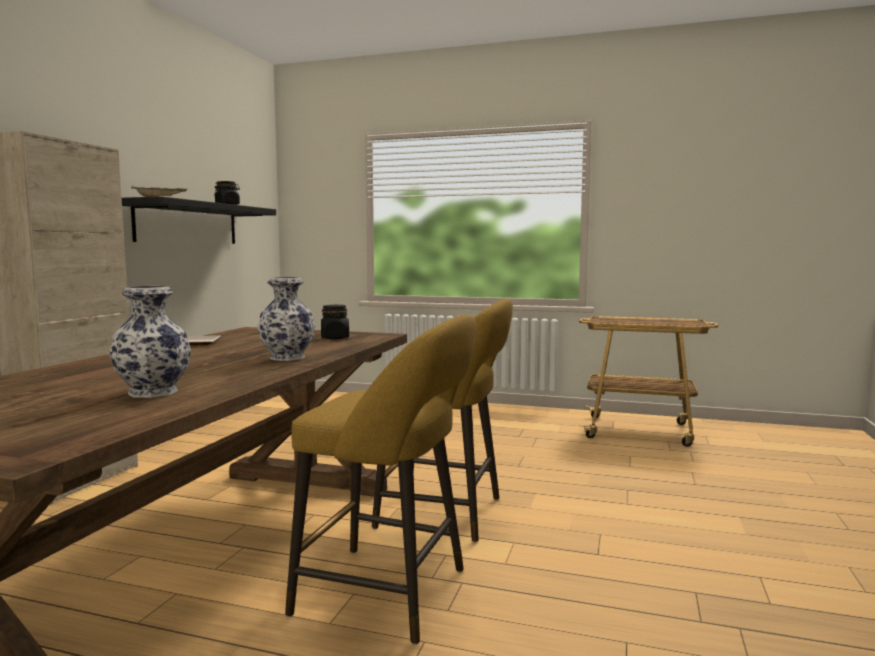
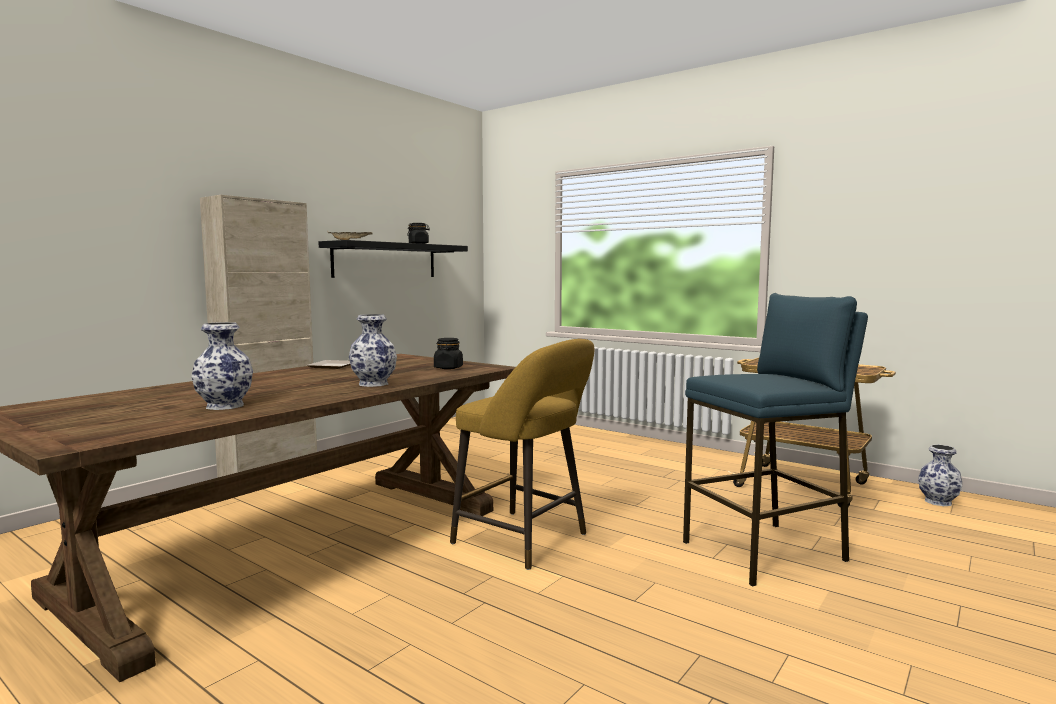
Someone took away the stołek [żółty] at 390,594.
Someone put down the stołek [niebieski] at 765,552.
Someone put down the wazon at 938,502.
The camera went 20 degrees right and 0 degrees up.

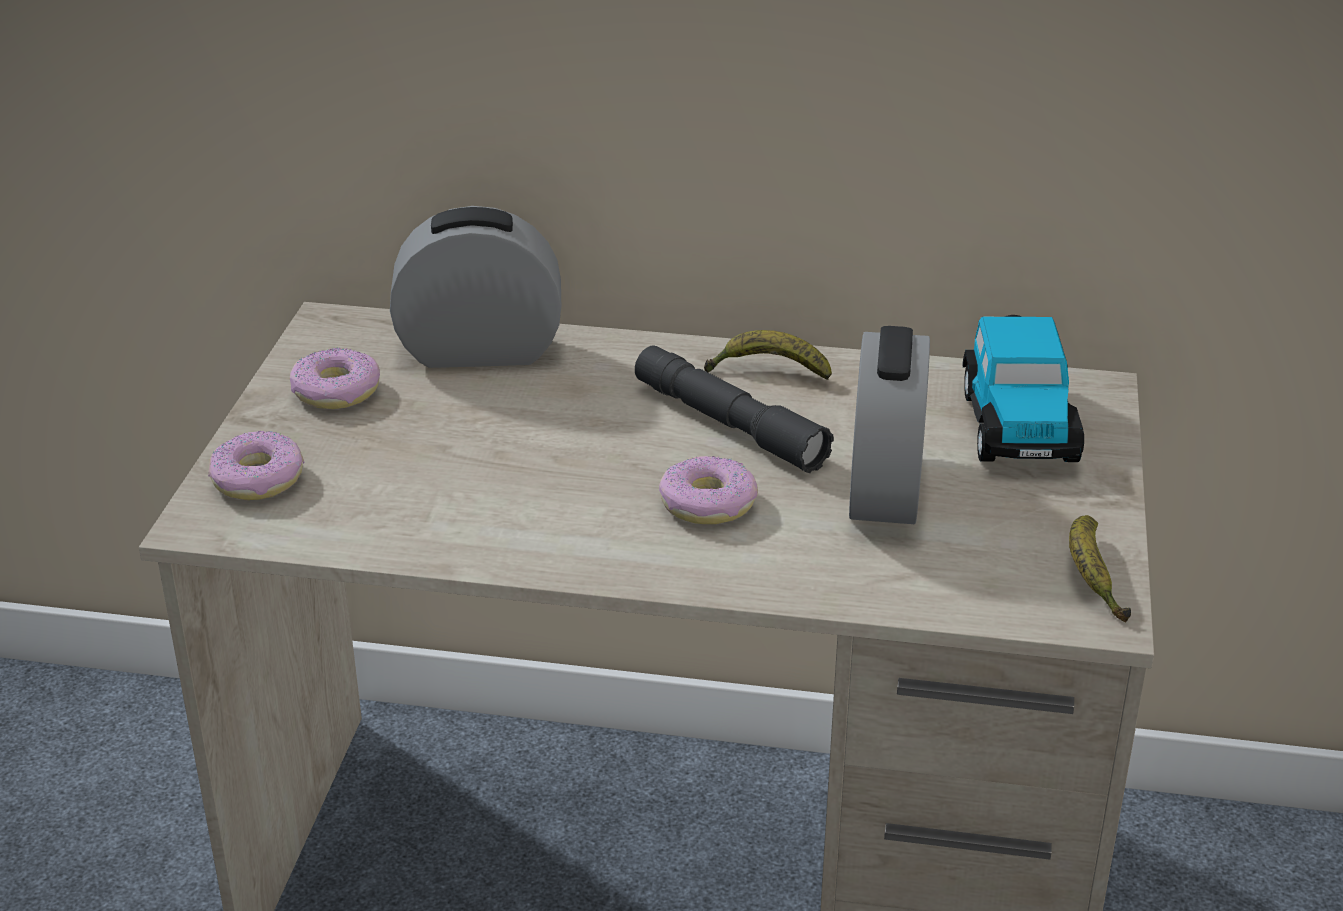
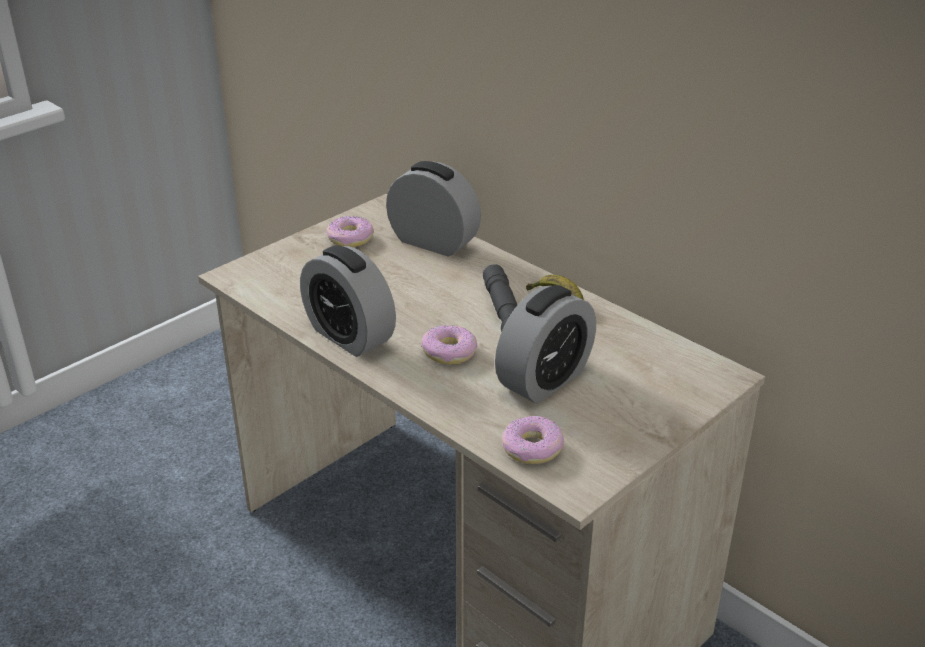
Someone took away the samochodzik at 1018,424.
Someone carried the donut from 258,479 to 532,448.
Someone took away the banan at 1091,578.
Someone put down the budzik at 349,336.
The camera went 35 degrees right and 0 degrees up.

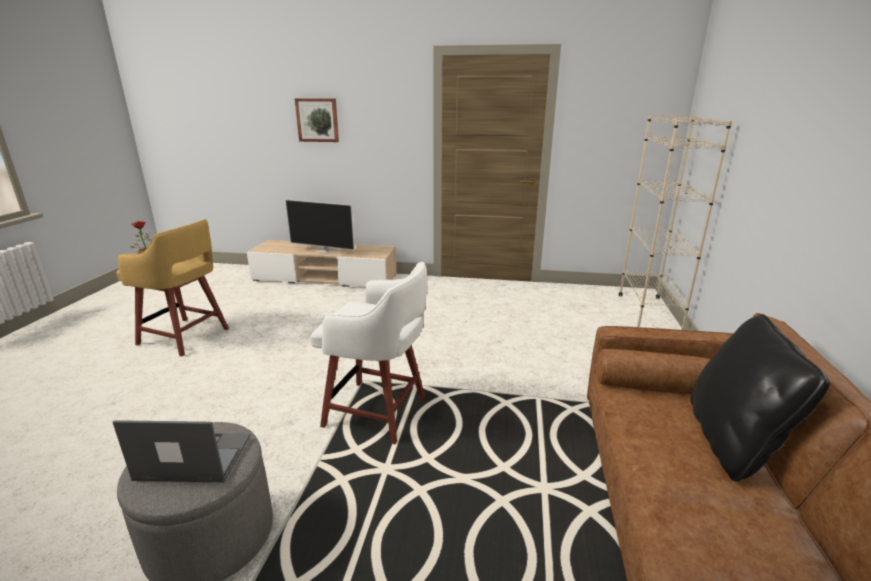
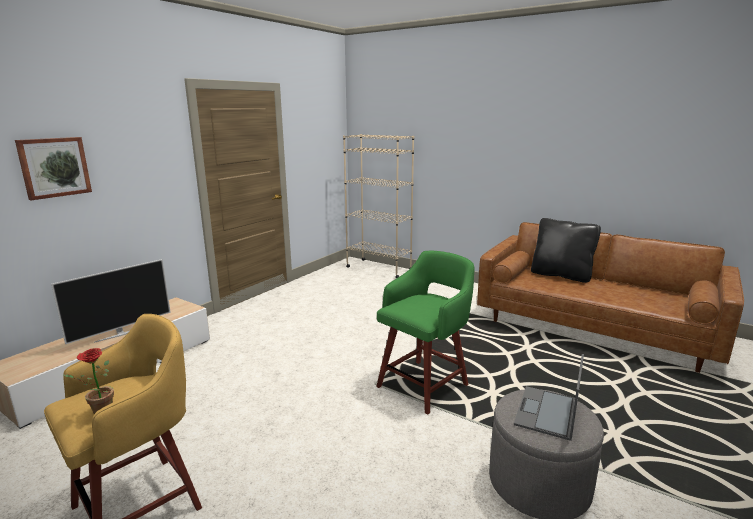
Someone repainted the stołek [biały] at 378,412, which became the stołek [zielony] at 425,385.
The camera went 65 degrees left and 5 degrees down.

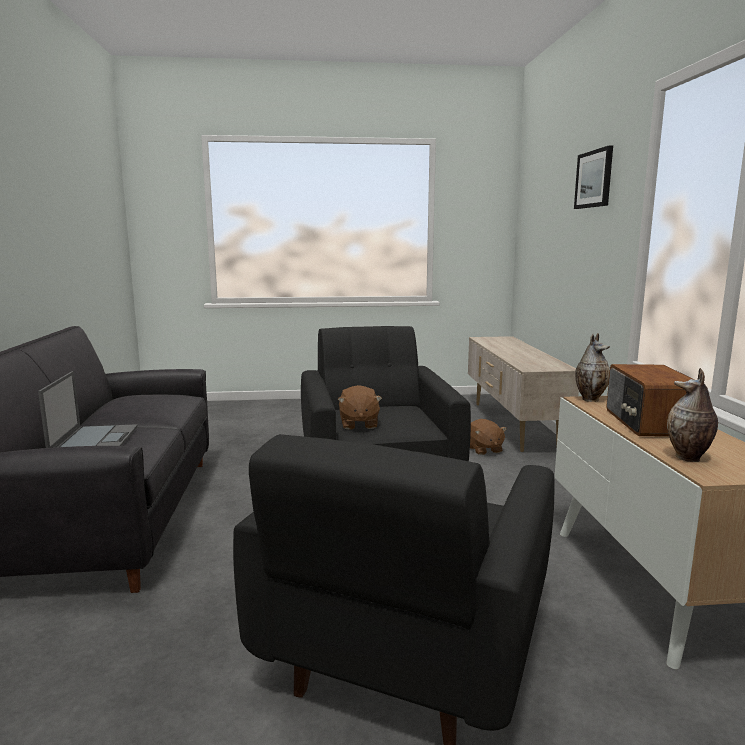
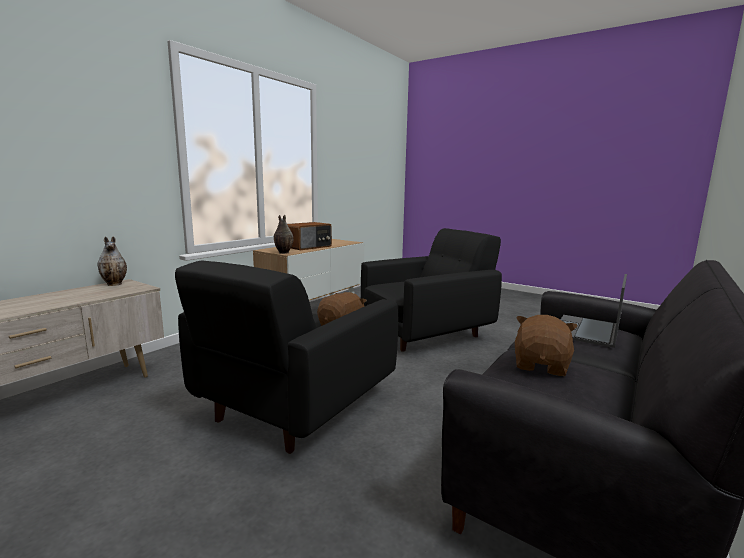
Someone took away the obraz at 594,179.
Someone carried the wazon from 688,458 to 115,284.
Someone carried the pluszak [brązowy] from 484,449 to 541,365.
The camera went 140 degrees left and 0 degrees up.

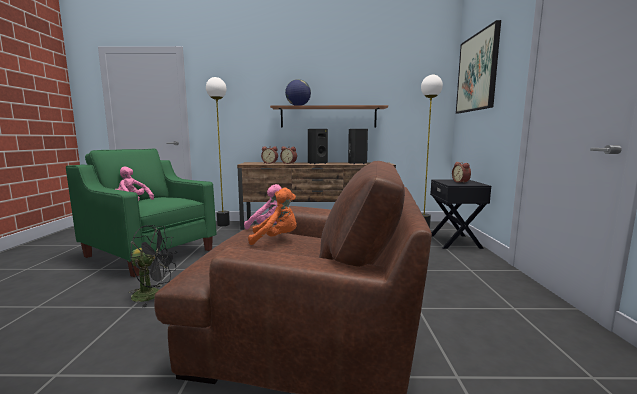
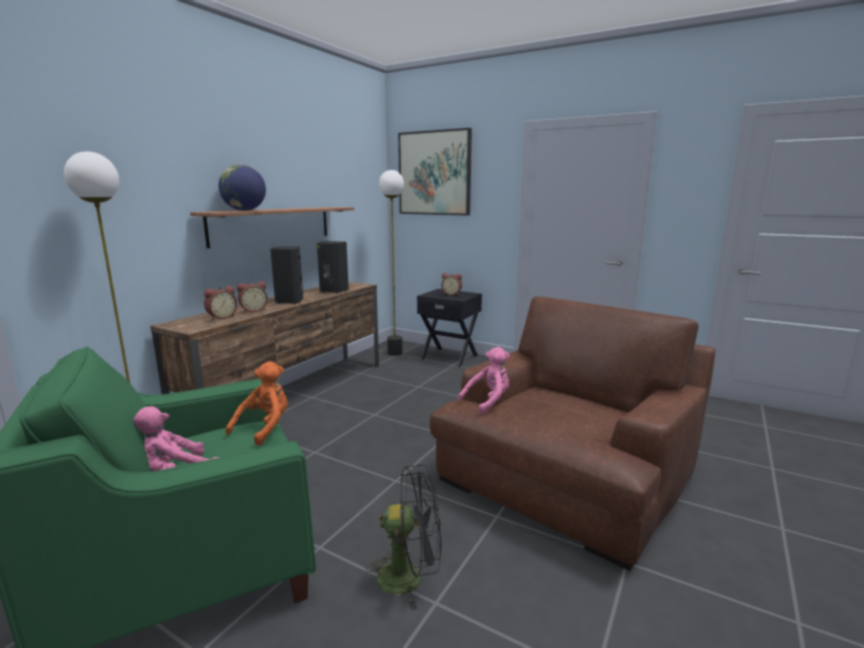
Someone carried the pluszak [pomarańczowy] from 276,239 to 265,427.
Someone rotated the wentylator [czarny] at 153,295 by 60 degrees clockwise.
The camera went 60 degrees left and 5 degrees up.

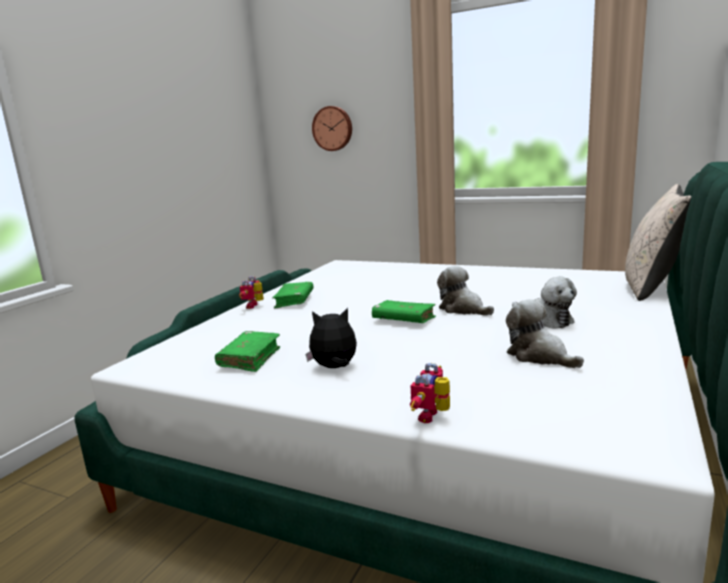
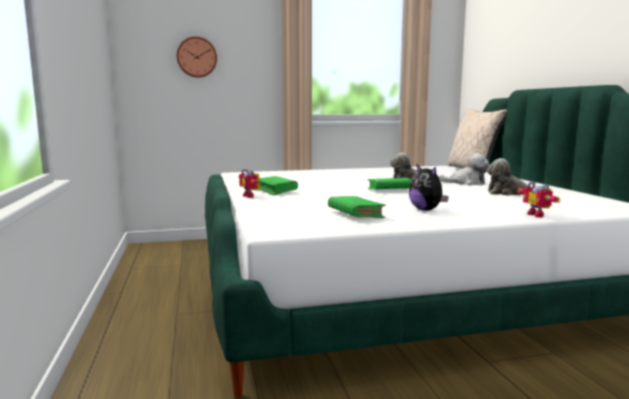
Someone rotated the pluszak at 334,368 by 75 degrees counterclockwise.
The camera went 40 degrees left and 5 degrees down.

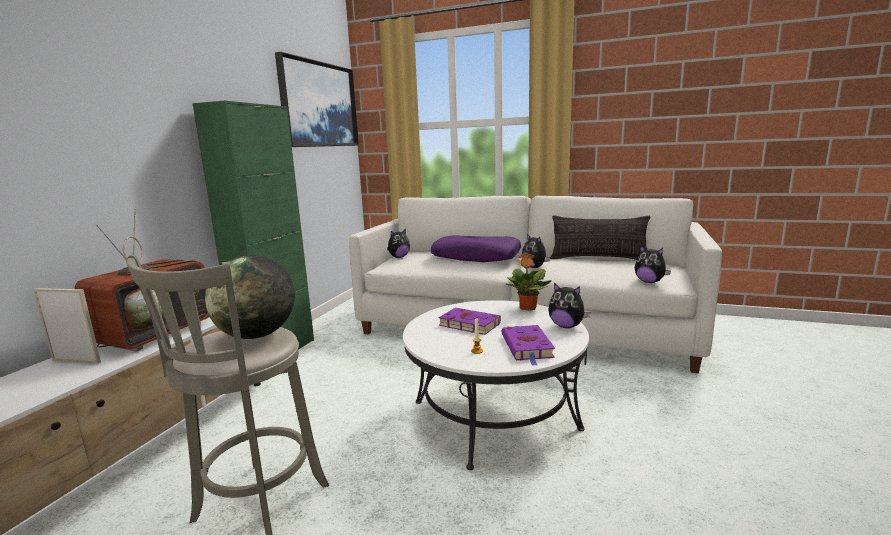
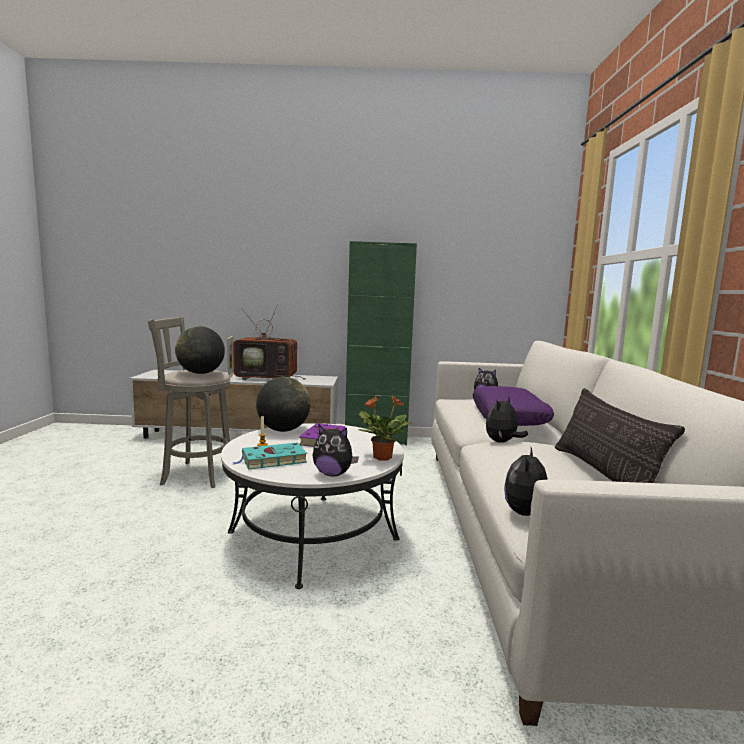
Someone took away the obraz at 319,105.
Someone rotated the pluszak at 566,326 by 90 degrees counterclockwise.
Someone repainted the książka [fioletowy] at 527,347, which became the książka [turkusowy] at 272,460.
Someone put down the globus at 283,430.
The camera went 70 degrees right and 5 degrees down.

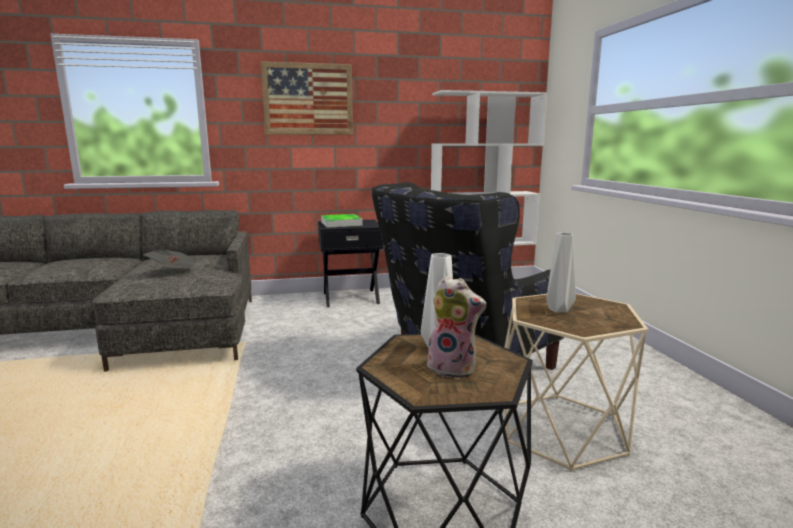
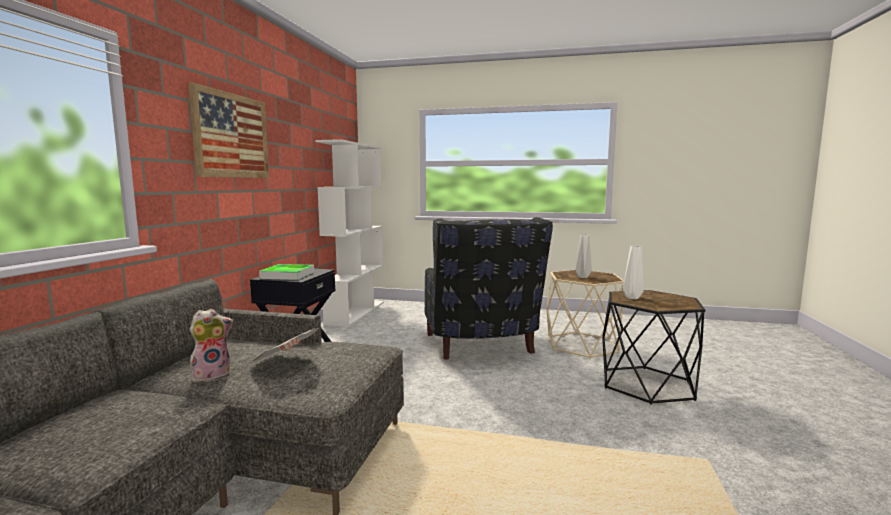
Someone carried the pluszak from 453,368 to 212,375.
The camera went 65 degrees left and 5 degrees down.

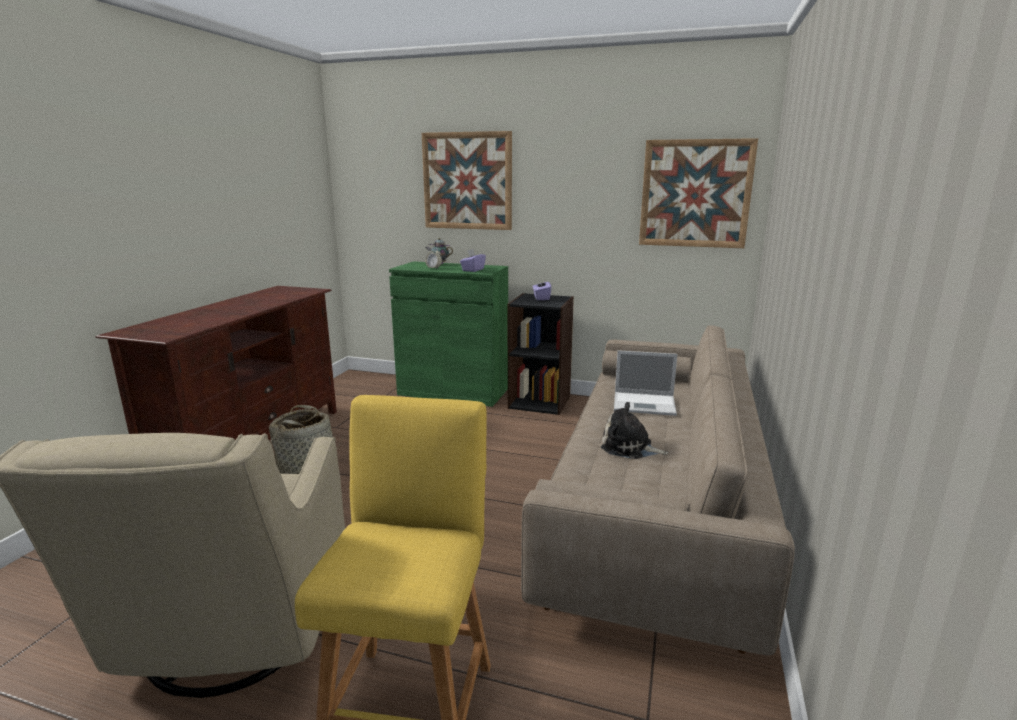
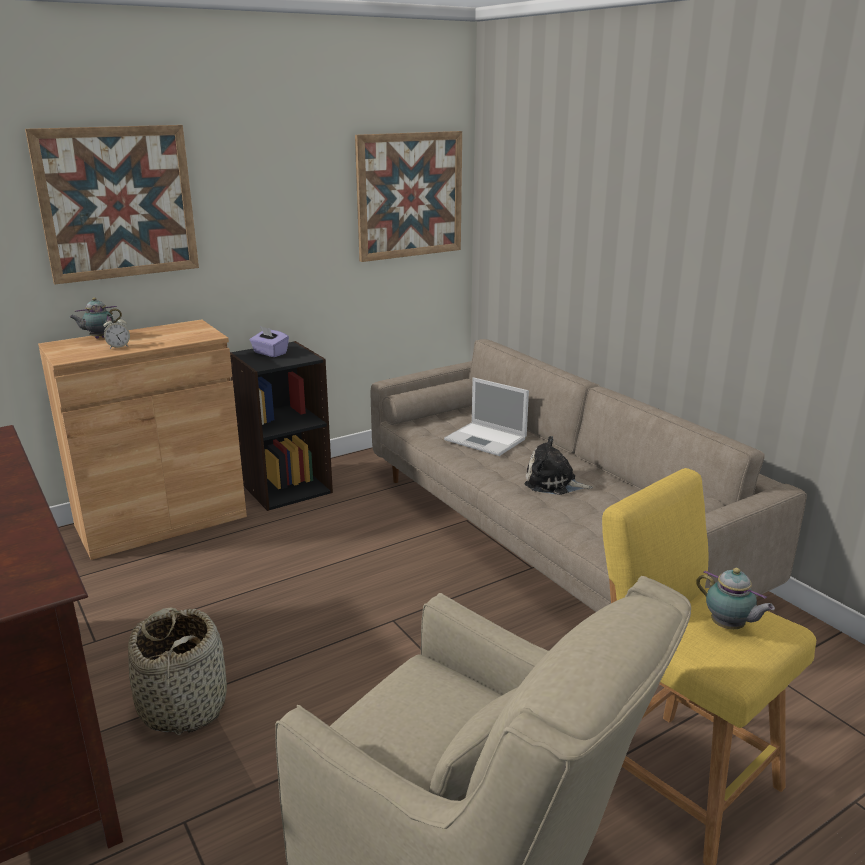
Someone took away the pudełko chusteczek [fioletowy] at 472,270.
Someone repainted the szafka [zielony] at 453,391, which became the szafka [brązowy] at 161,521.
Someone rotated the laptop at 645,404 by 75 degrees clockwise.
Someone rotated the pluszak at 629,448 by 45 degrees clockwise.
Someone put down the imbryk at 729,627.
The camera went 50 degrees left and 5 degrees up.

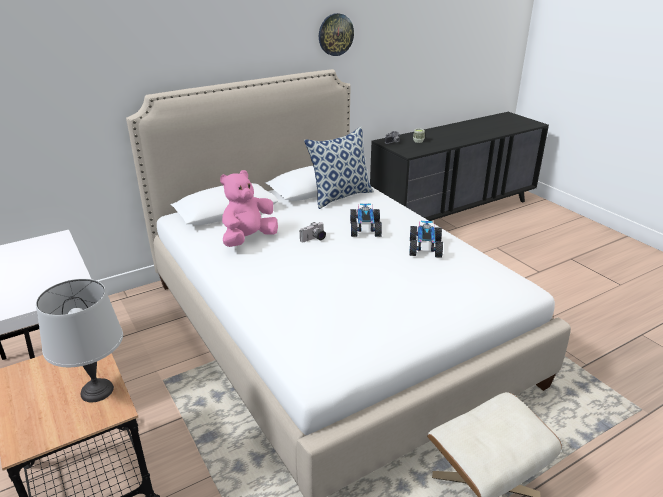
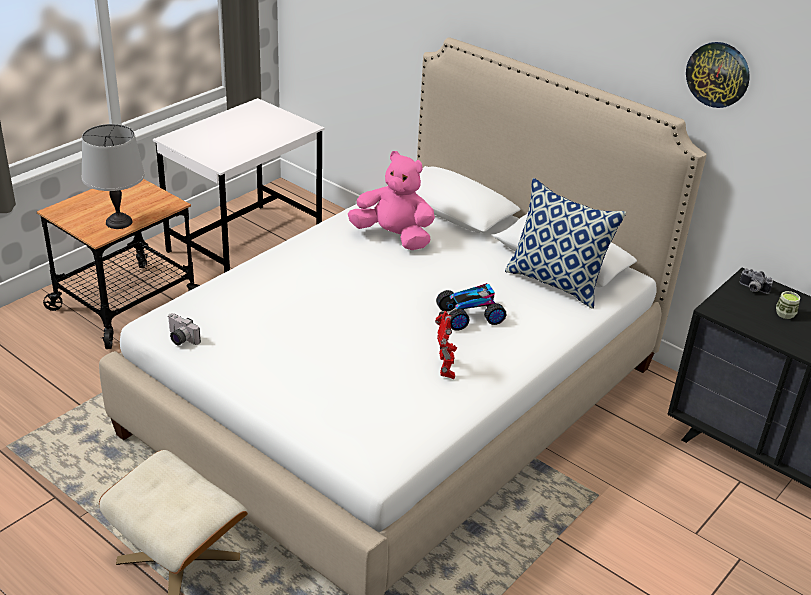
Someone swapped the samochodzik at 424,248 for the robot zabawkowy at 445,370.
Someone carried the aparat fotograficzny from 314,239 to 180,339.
The camera went 70 degrees right and 5 degrees up.

